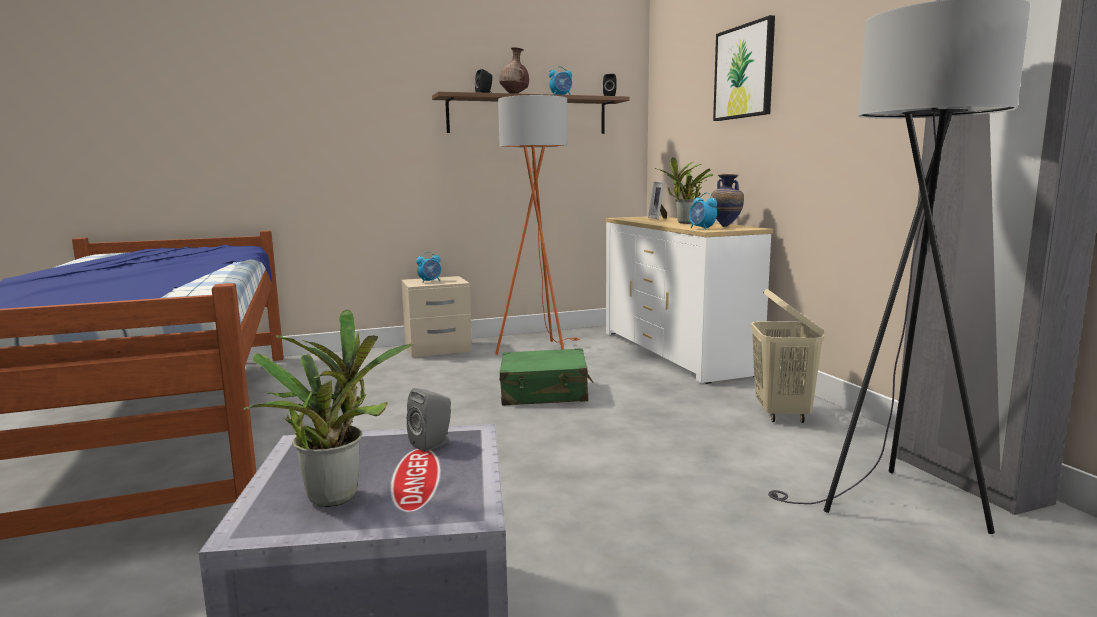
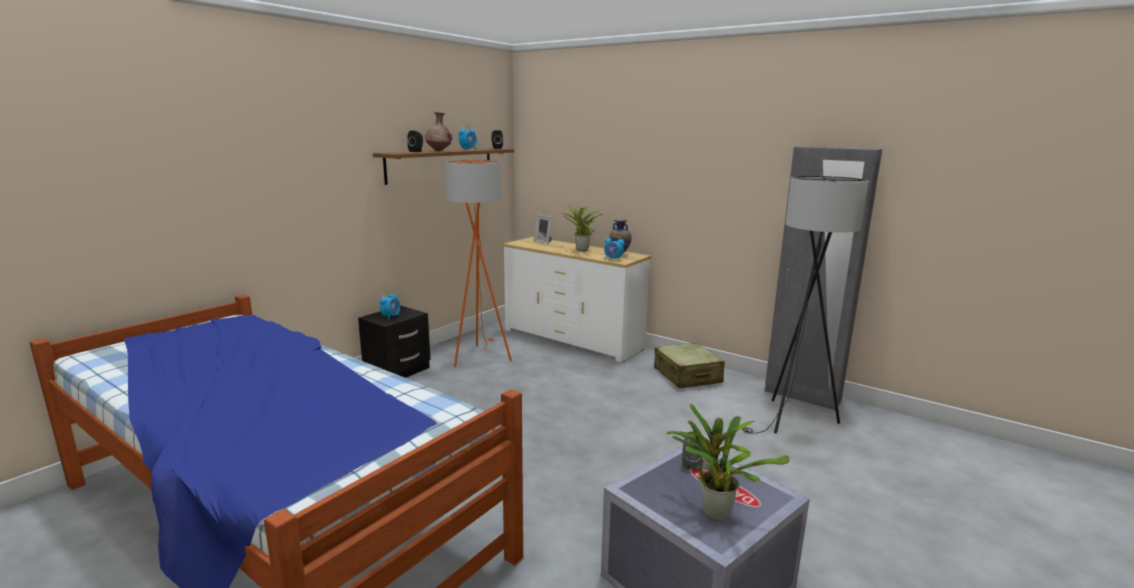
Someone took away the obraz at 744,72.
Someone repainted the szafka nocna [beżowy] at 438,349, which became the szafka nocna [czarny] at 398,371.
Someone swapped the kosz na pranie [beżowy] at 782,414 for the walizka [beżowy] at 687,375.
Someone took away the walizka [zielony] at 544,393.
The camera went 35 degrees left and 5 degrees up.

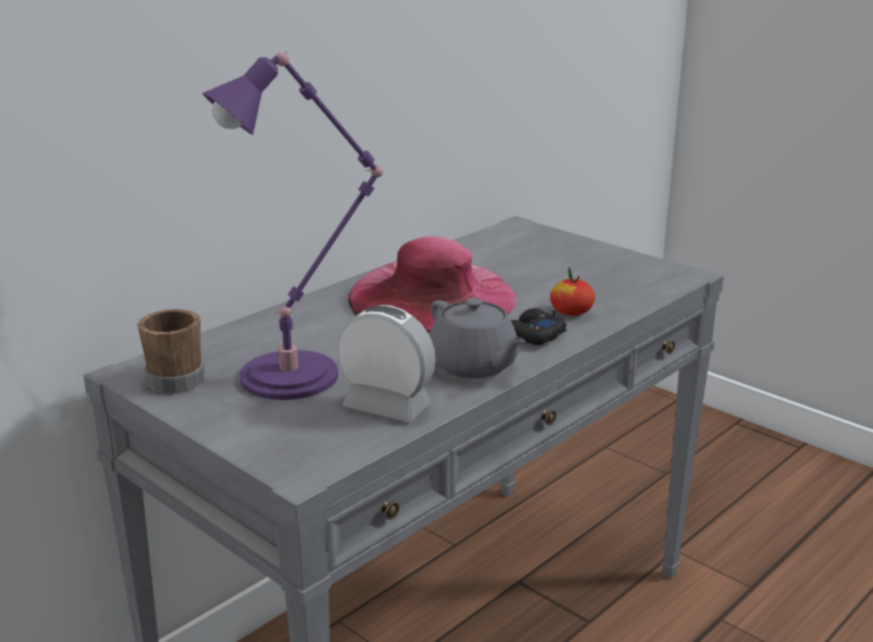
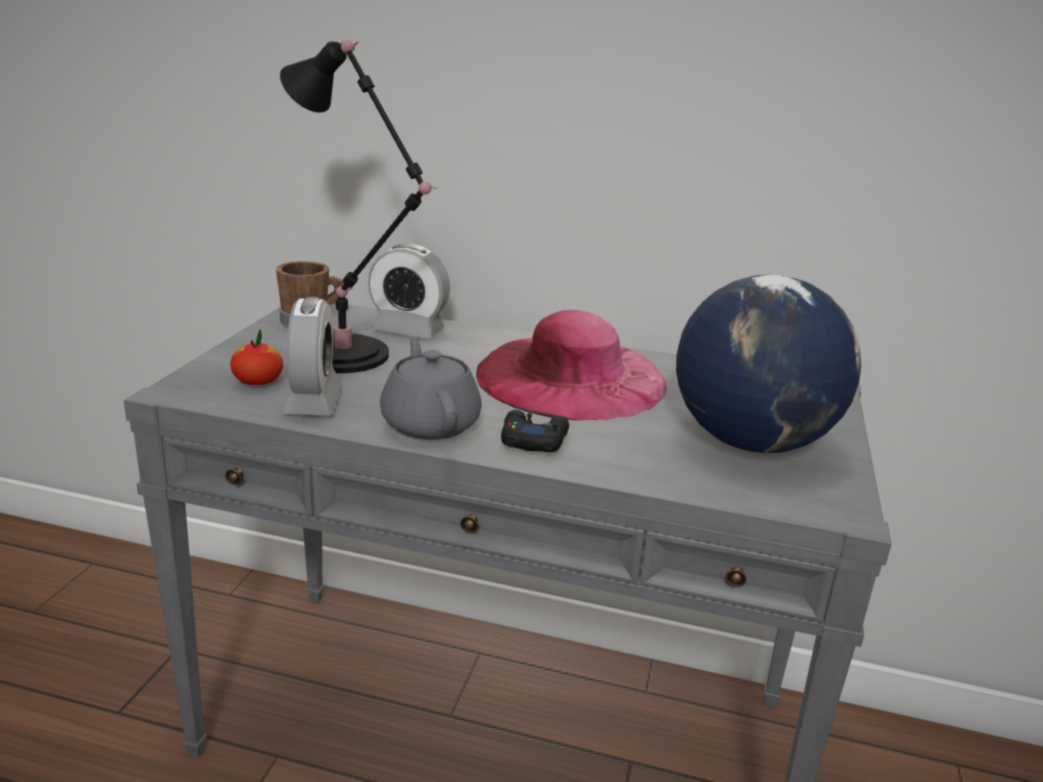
Someone repainted the lampa stołowa [fioletowy] at 298,374, which became the lampa stołowa [czarny] at 349,357.
Someone carried the jabłko from 571,312 to 258,381.
Someone rotated the imbryk [szary] at 473,366 by 135 degrees clockwise.
Someone put down the budzik at 408,330.
Someone put down the globus at 750,442.
The camera went 60 degrees right and 0 degrees up.

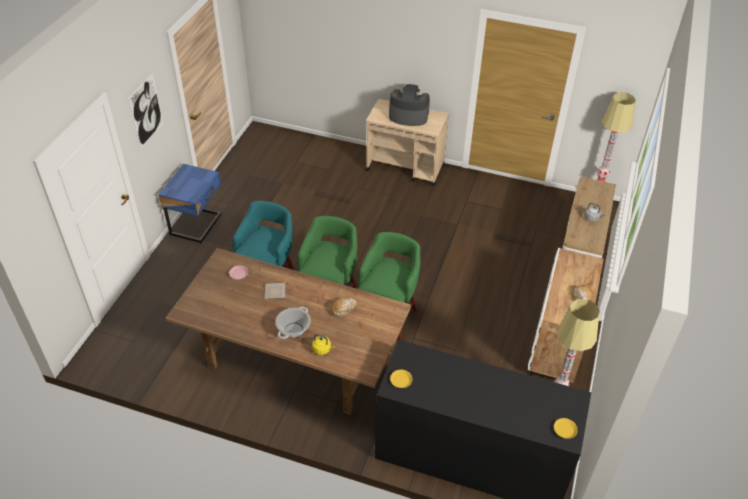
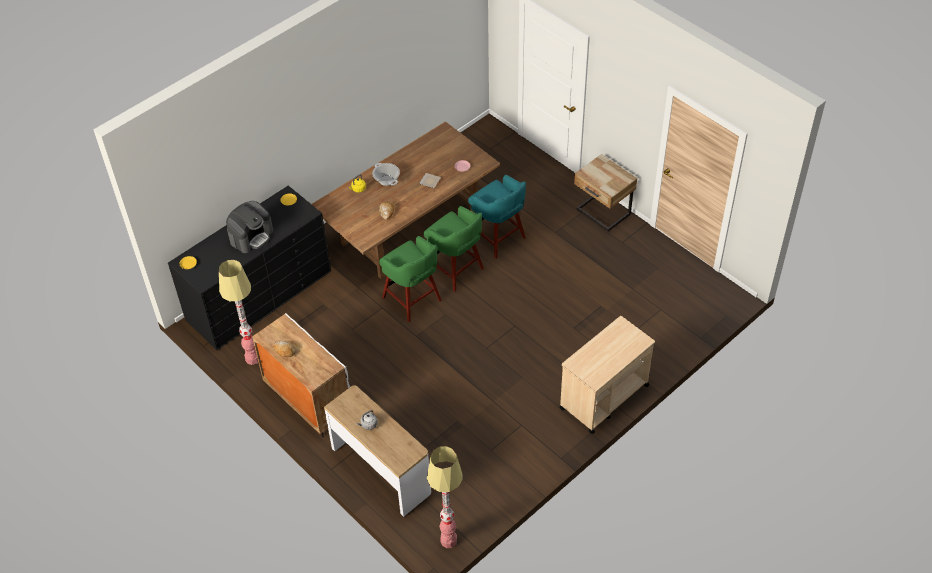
Someone took away the obraz at 146,111.
Someone carried the ekspres do kawy from 408,116 to 251,236.
Someone repainted the szafka nocna [niebieski] at 197,225, which became the szafka nocna [beżowy] at 602,213.
The camera went 120 degrees right and 5 degrees up.

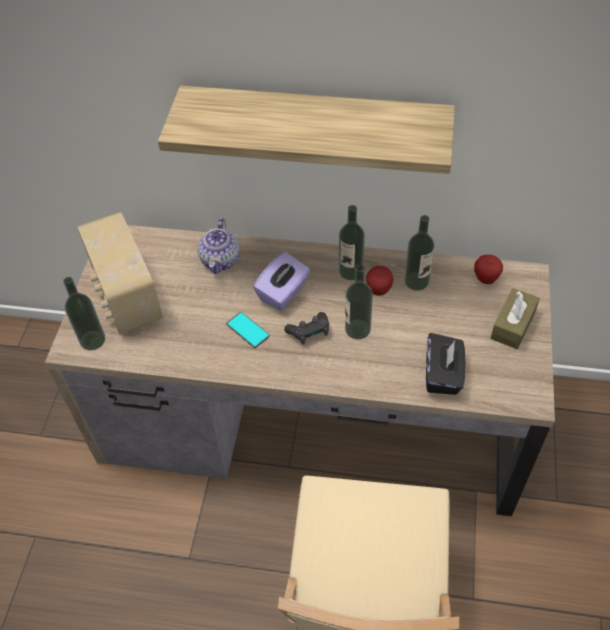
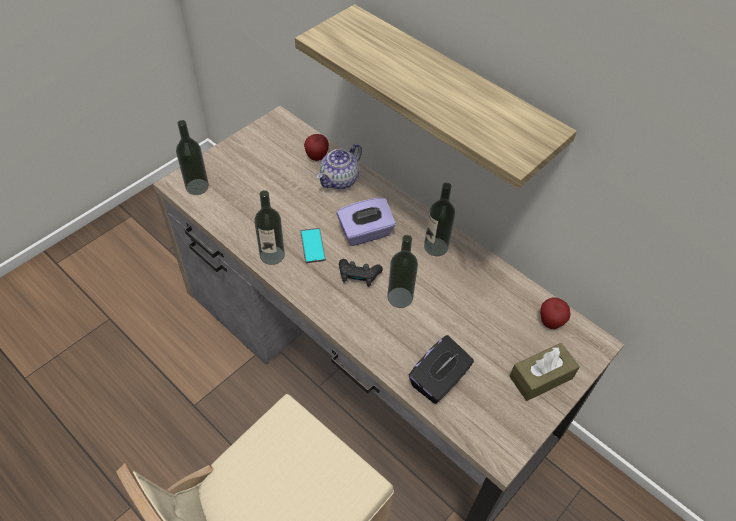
Someone took away the radio at 126,297.
Someone carried the butelka from 416,281 to 272,255.
Someone carried the jabłko from 378,290 to 317,157.
The camera went 30 degrees right and 0 degrees up.

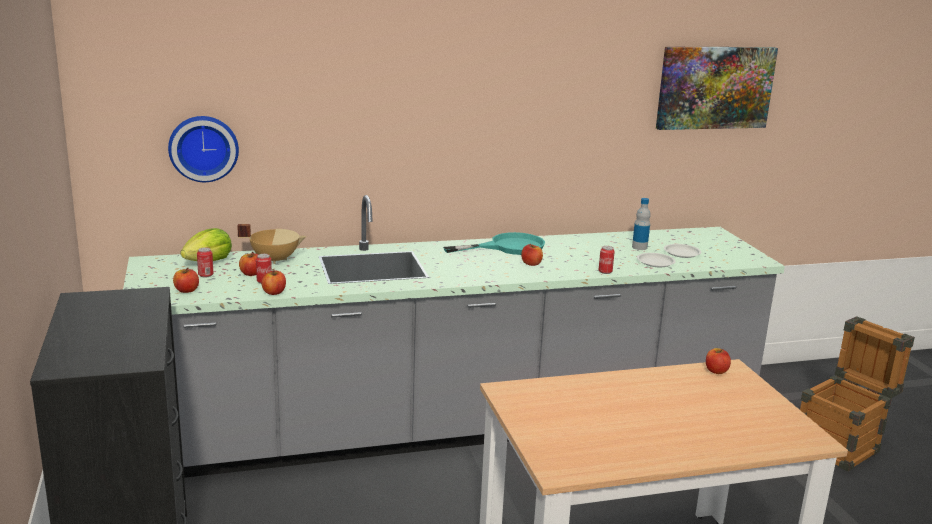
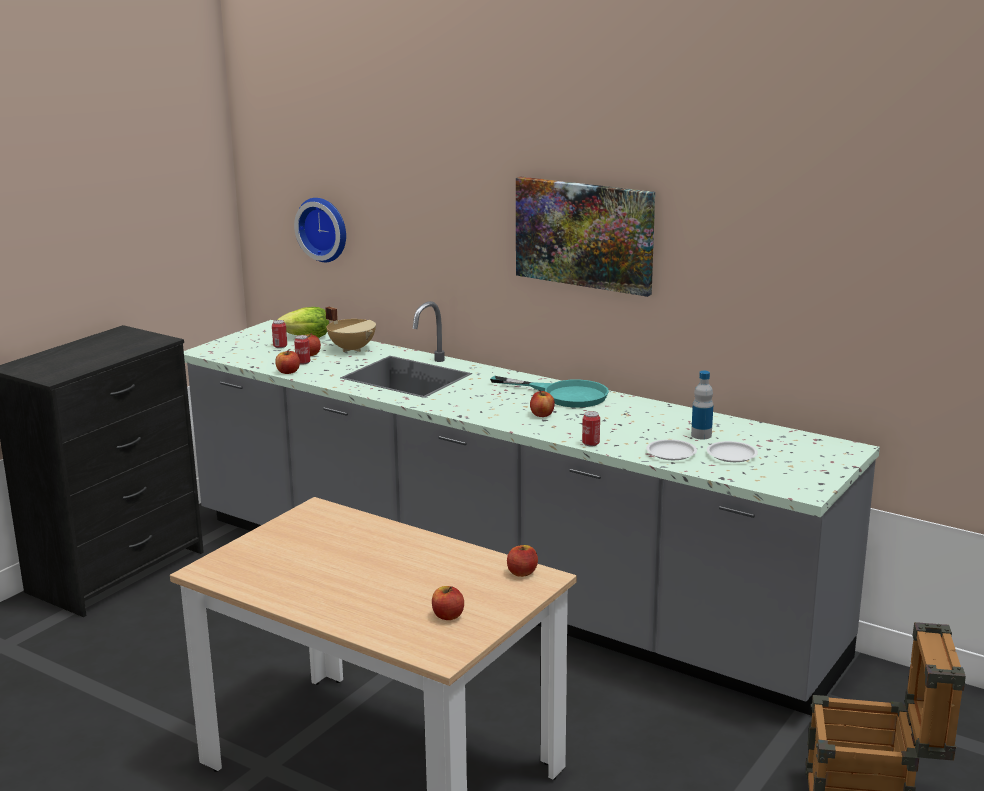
Someone carried the obraz from 714,87 to 584,234.
Someone carried the jabłko from 186,290 to 448,616.
The camera went 50 degrees right and 0 degrees up.

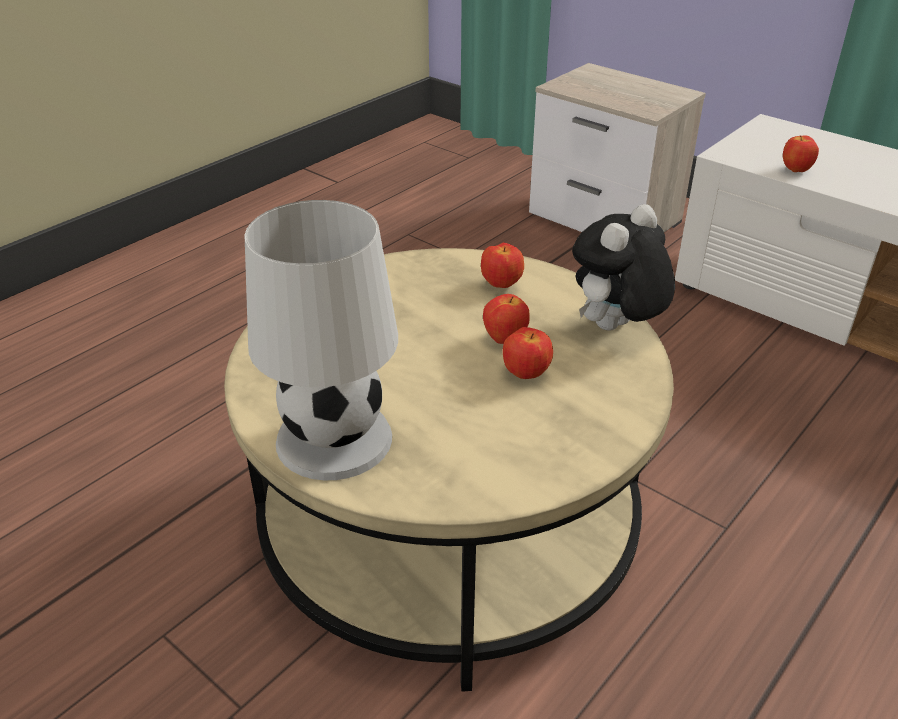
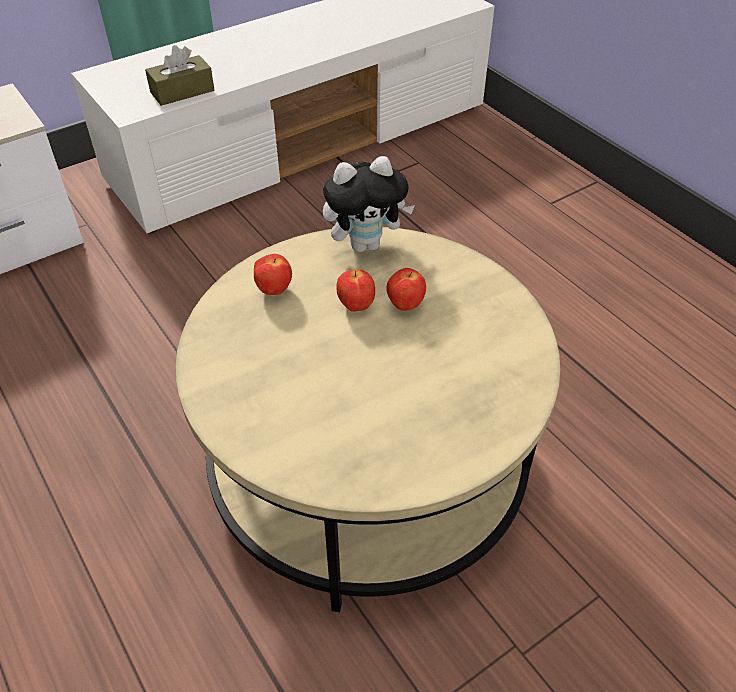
Someone swapped the jabłko at 795,170 for the pudełko chusteczek [brązowy] at 182,91.
Someone took away the lampa stołowa [biały] at 335,439.
Someone rotated the pluszak at 615,329 by 75 degrees counterclockwise.
The camera went 75 degrees left and 10 degrees up.

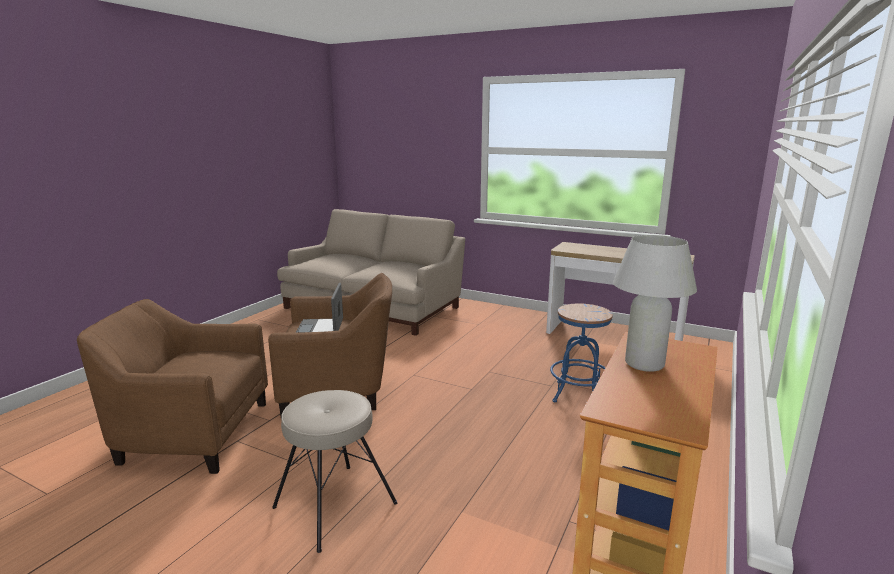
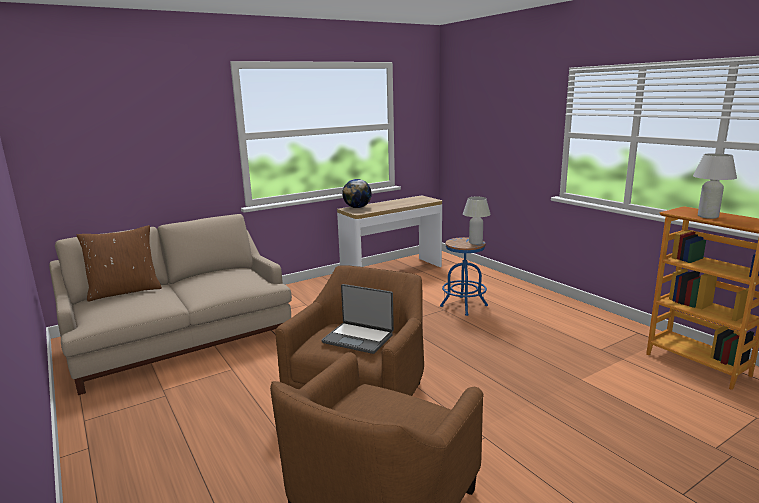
Someone took away the stołek [beżowy] at 334,504.
Someone put down the globus at 357,207.
Someone put down the lampa stołowa [biały] at 475,243.
Someone put down the poduszka [brązowy] at 125,291.
The camera went 60 degrees left and 0 degrees up.

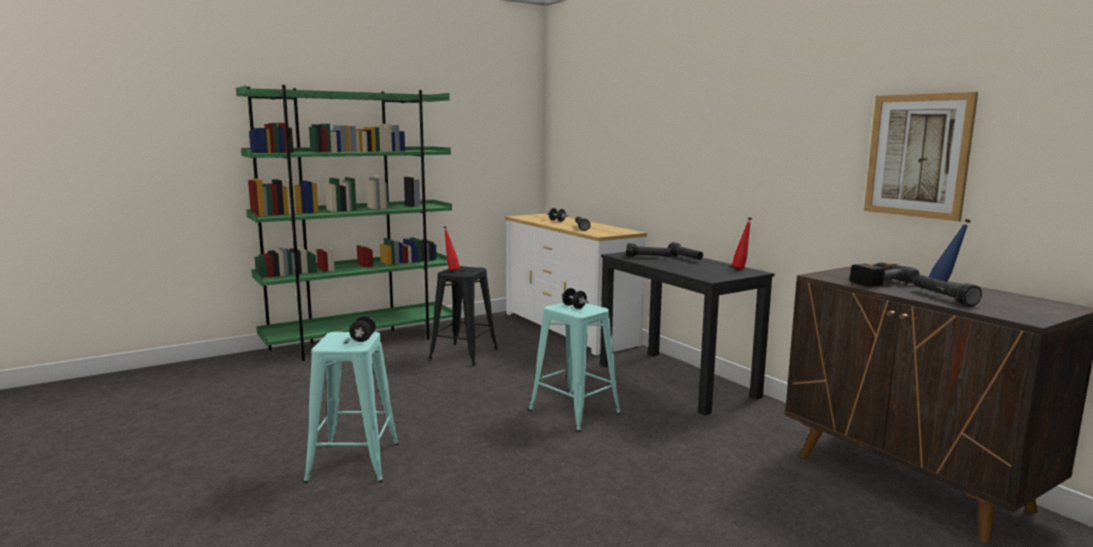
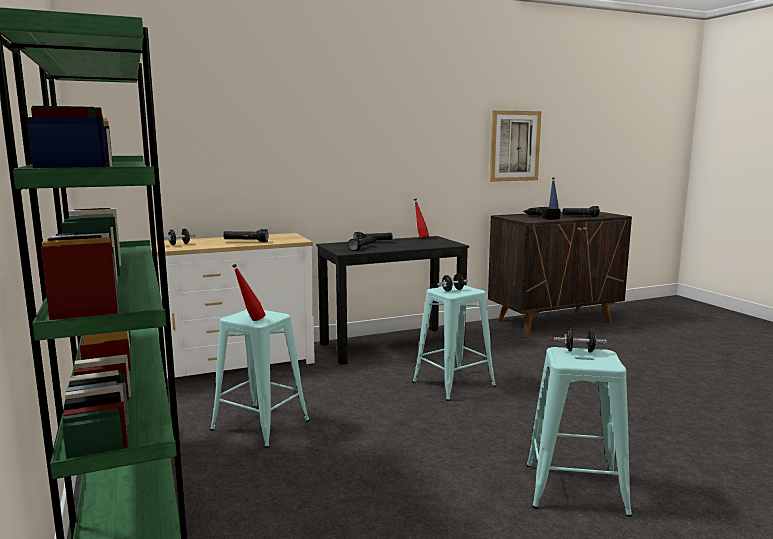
Someone repainted the stołek [czarny] at 464,354, which became the stołek [turkusowy] at 260,425.
The camera went 80 degrees left and 0 degrees up.

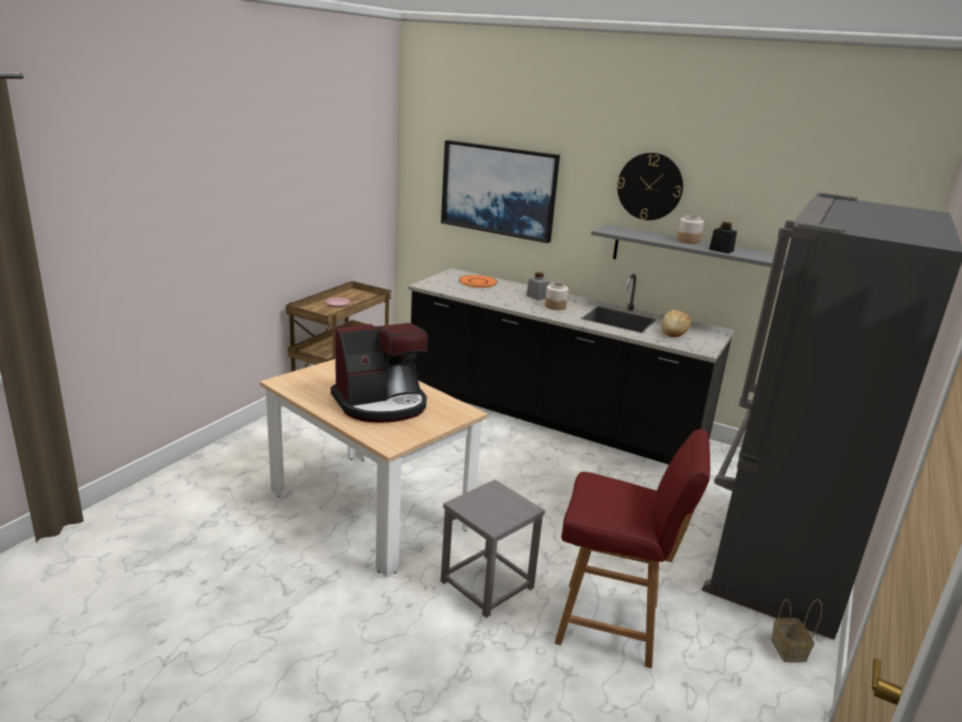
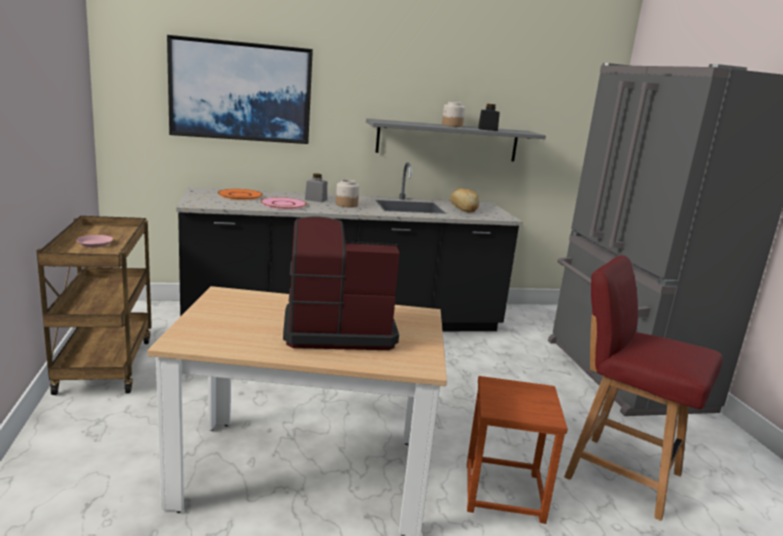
Someone took away the zegar ścienny at 650,186.
Someone rotated the ekspres do kawy at 381,404 by 120 degrees counterclockwise.
Someone rotated the krzesło [czerwony] at 611,624 by 120 degrees counterclockwise.
Someone repainted the stołek [szary] at 487,585, which became the stołek [brązowy] at 504,492.
Someone took away the koszyk at 789,651.
Someone put down the talerz [różowy] at 283,204.
The camera went 40 degrees left and 5 degrees down.

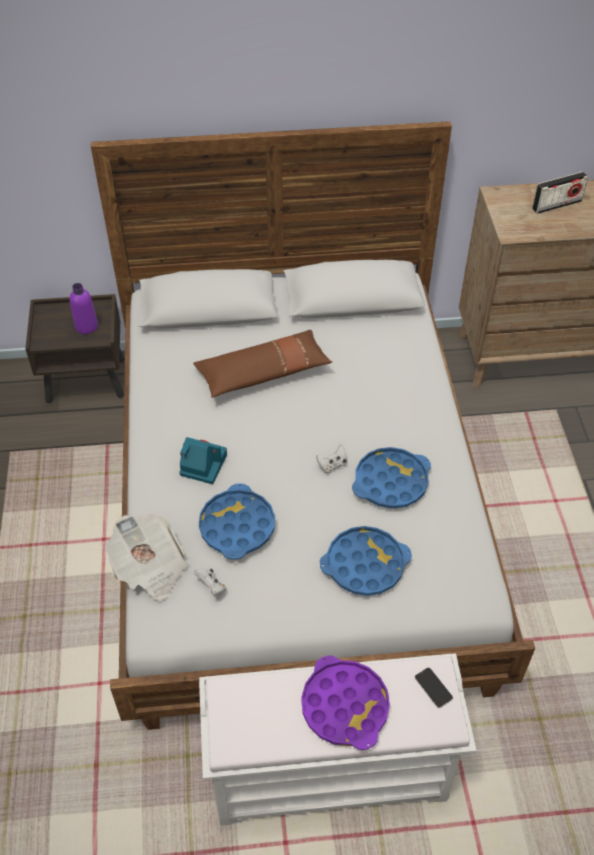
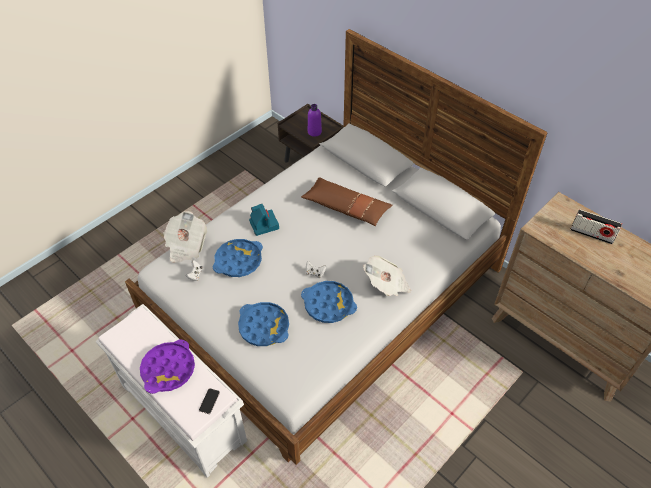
Someone put down the gazeta at 387,284.
The camera went 50 degrees right and 0 degrees up.

